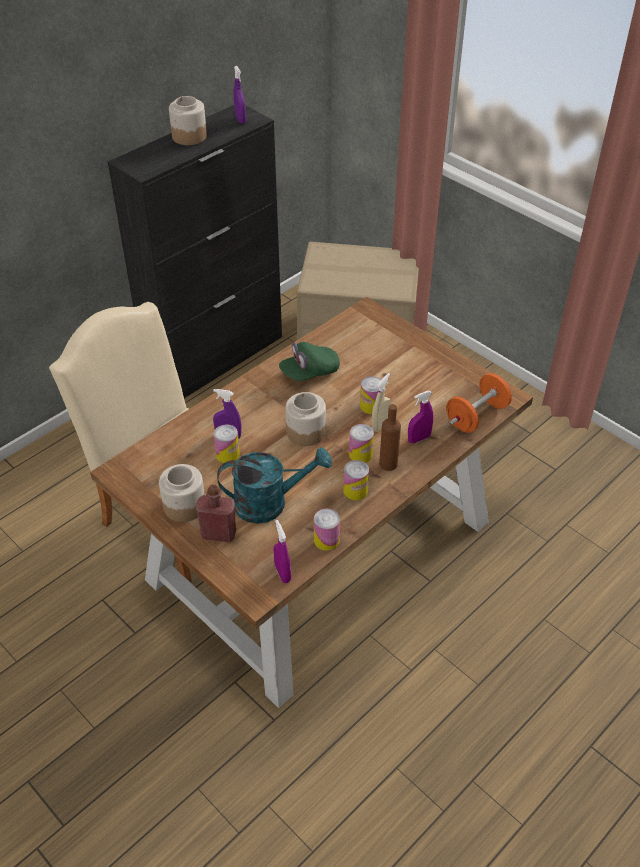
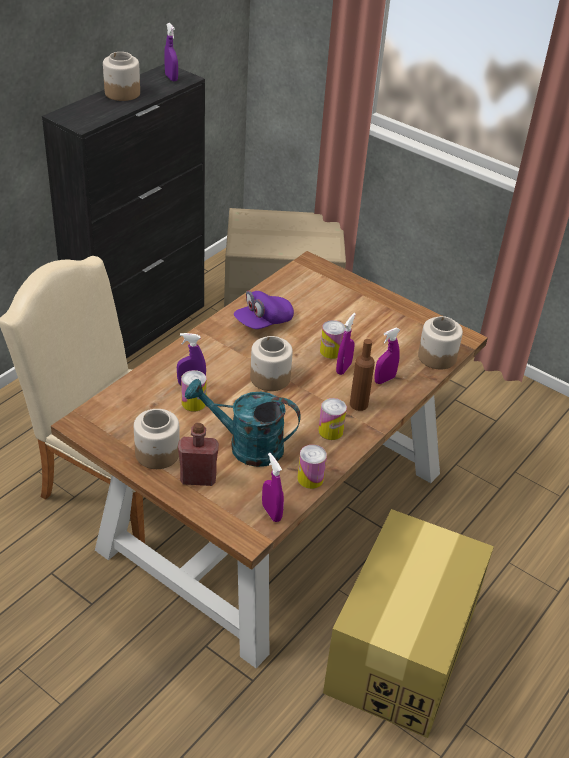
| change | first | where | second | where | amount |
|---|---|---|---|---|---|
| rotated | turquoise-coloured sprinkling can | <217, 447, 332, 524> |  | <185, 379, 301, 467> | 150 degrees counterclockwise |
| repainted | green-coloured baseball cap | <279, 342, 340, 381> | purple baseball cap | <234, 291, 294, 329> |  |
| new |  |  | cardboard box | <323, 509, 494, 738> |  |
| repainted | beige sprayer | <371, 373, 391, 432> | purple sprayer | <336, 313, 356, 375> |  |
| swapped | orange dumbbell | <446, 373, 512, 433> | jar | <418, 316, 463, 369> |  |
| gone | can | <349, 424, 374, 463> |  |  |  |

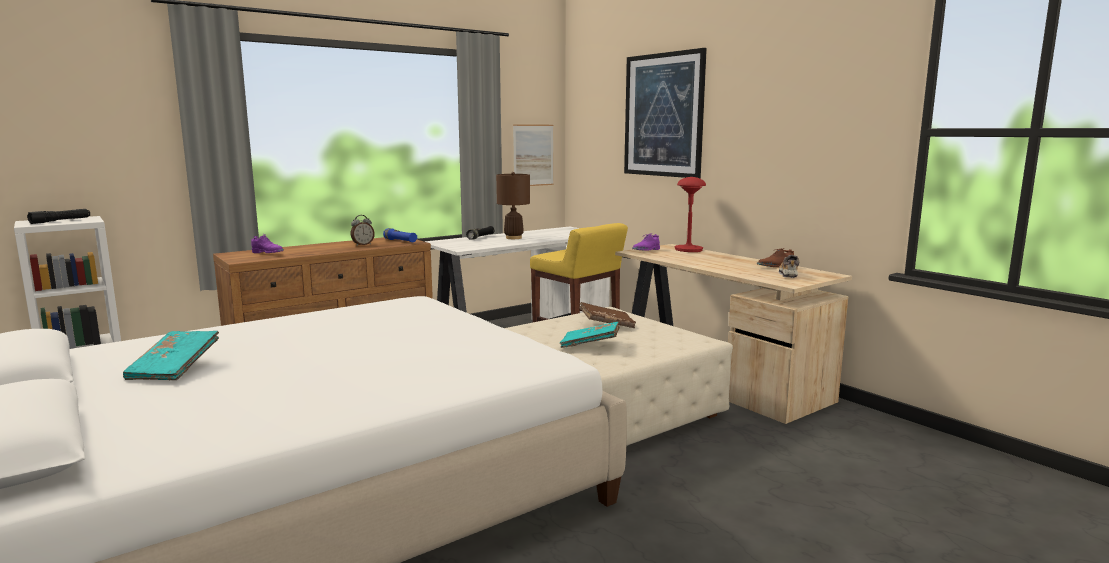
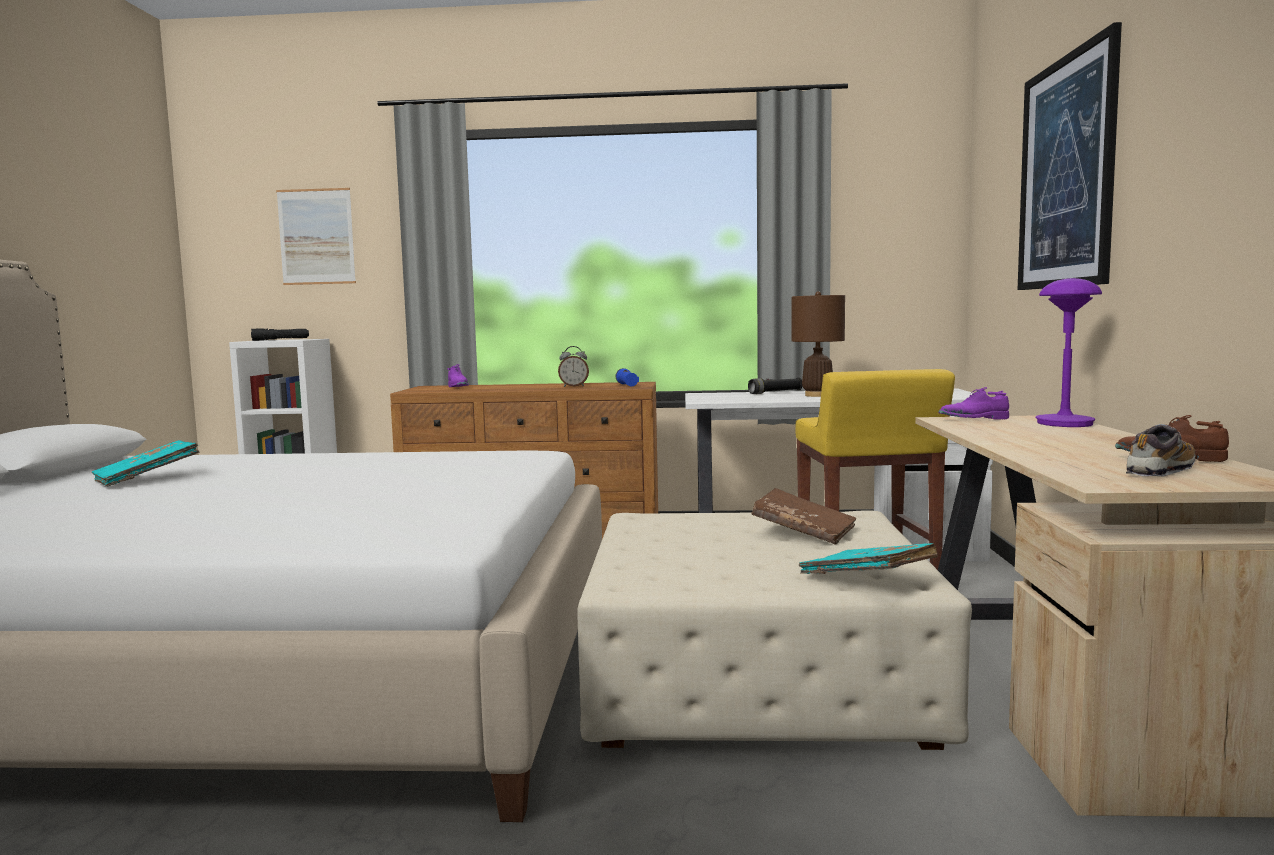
| change | first | where | second | where | amount |
|---|---|---|---|---|---|
| shifted | wall picture | <513, 124, 554, 186> |  | <276, 188, 356, 285> |  |
| shifted | turquoise-coloured bound book | <560, 322, 620, 348> |  | <799, 543, 938, 574> |  |
| repainted | red-coloured lamp for a table | <674, 177, 706, 252> | purple lamp for a table | <1035, 278, 1102, 427> |  |

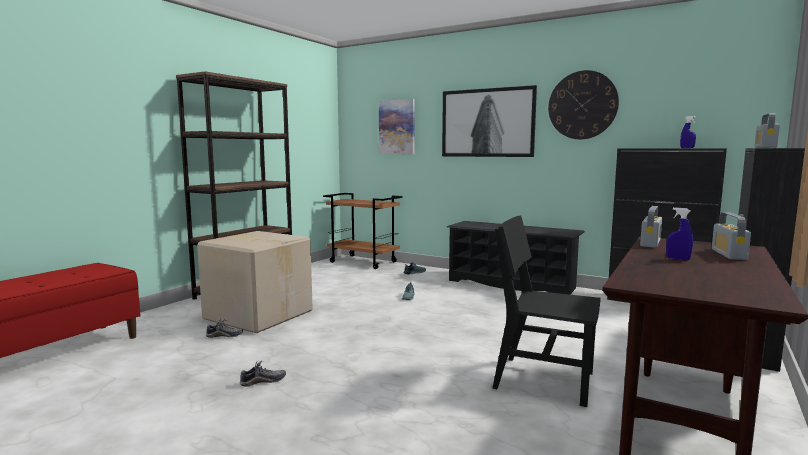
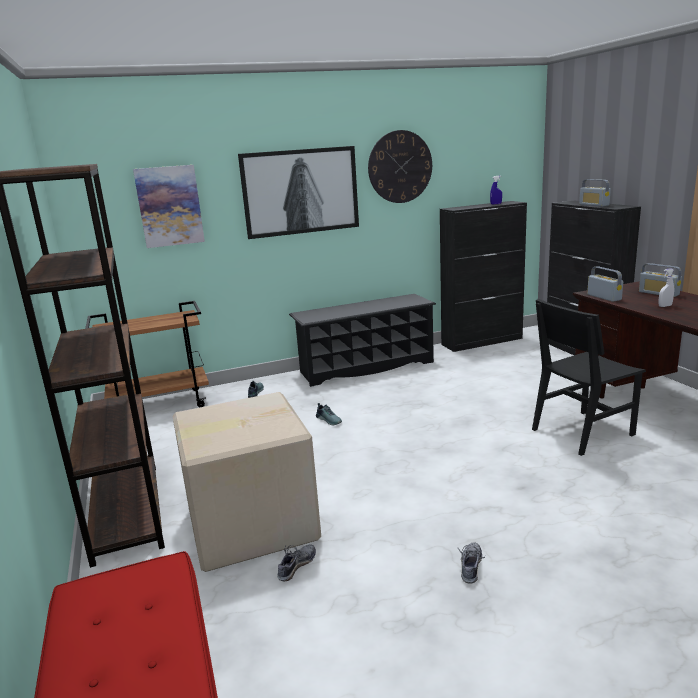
| change | first | where | second | where | amount |
|---|---|---|---|---|---|
| repainted | blue sprayer | <666, 207, 693, 261> | whitish sprayer | <658, 268, 674, 307> |  |

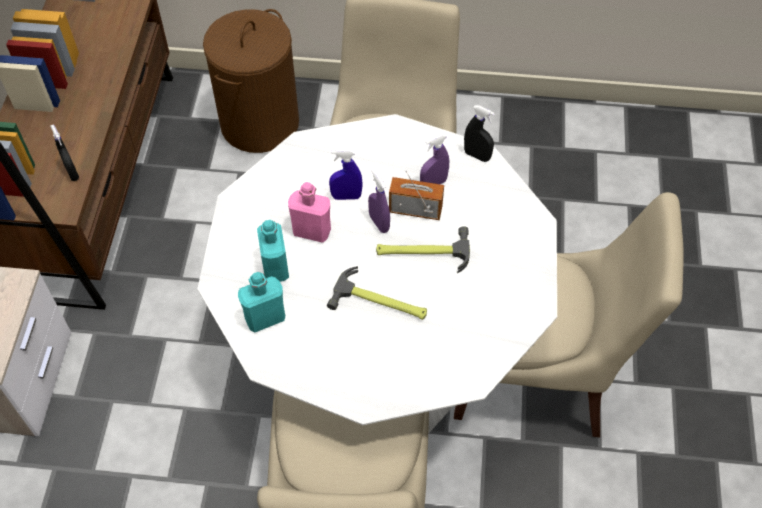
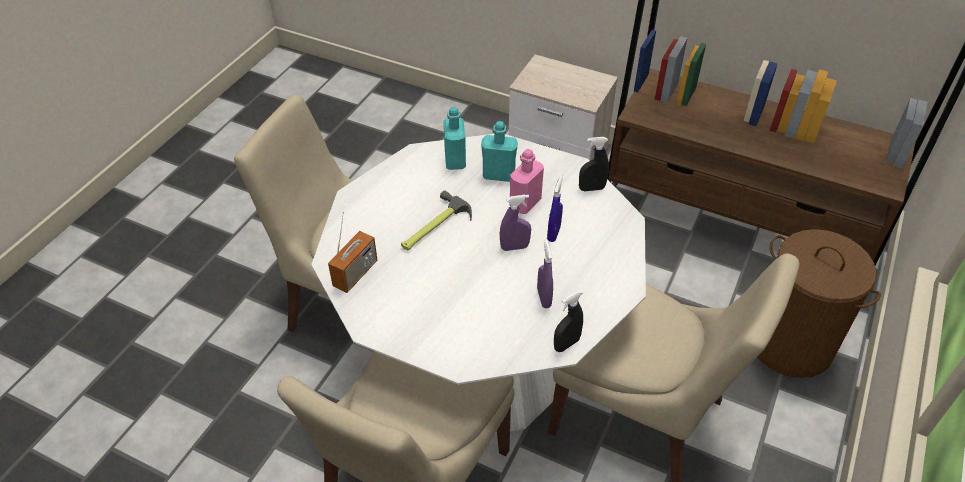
| change | first | where | second | where | amount |
|---|---|---|---|---|---|
| shifted | radio receiver | <389, 171, 444, 220> |  | <328, 212, 377, 293> |  |
| shifted | black-coloured sprayer | <50, 124, 79, 181> |  | <579, 137, 609, 191> |  |
| gone | hammer | <376, 226, 470, 273> |  |  |  |

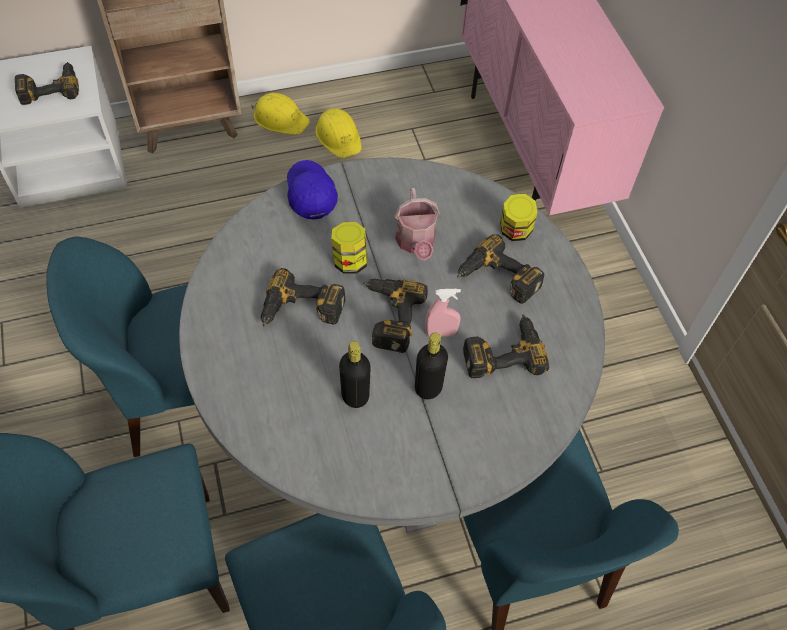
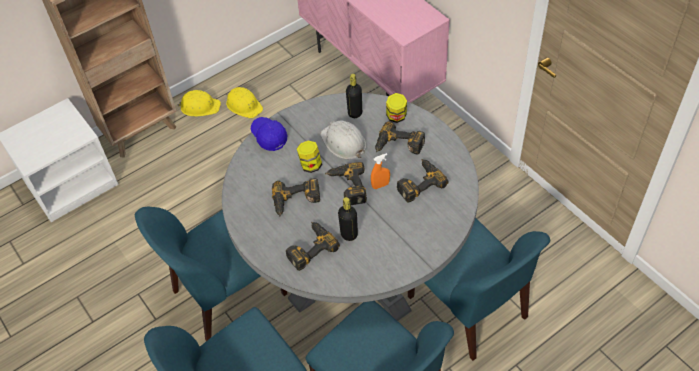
| change | first | where | second | where | amount |
|---|---|---|---|---|---|
| shifted | electric drill | <15, 62, 79, 105> |  | <286, 222, 340, 271> |  |
| swapped | sprinkling can | <394, 188, 440, 261> | whitish work helmet | <320, 120, 366, 159> |  |
| shifted | black-coloured bottle | <415, 333, 448, 399> |  | <346, 74, 362, 118> |  |
| repainted | pink-coloured sprayer | <425, 289, 461, 337> | orange sprayer | <371, 153, 390, 189> |  |

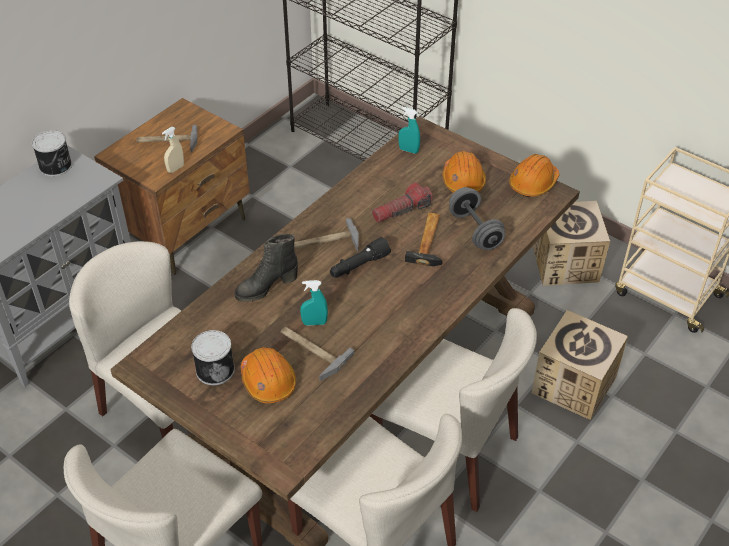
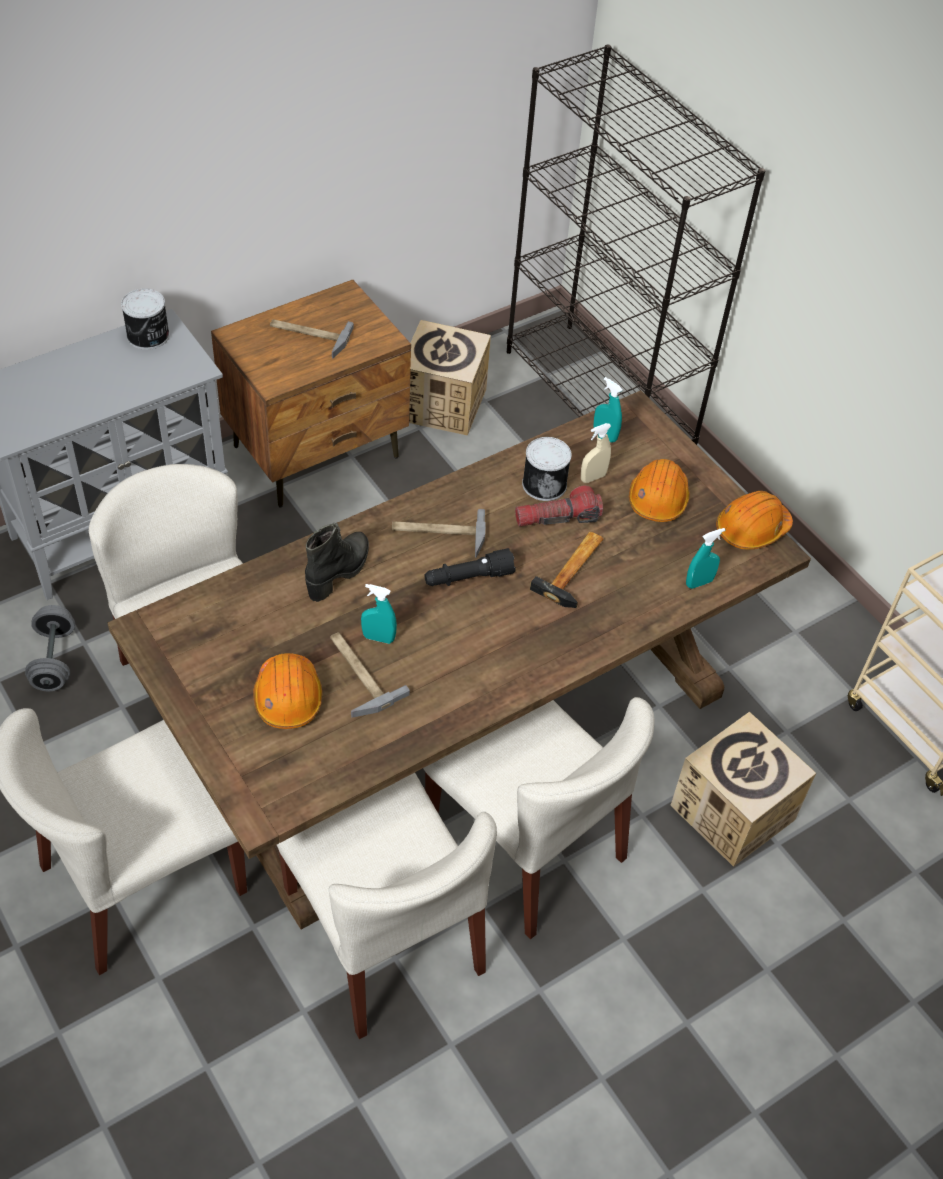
| change | first | where | second | where | amount |
|---|---|---|---|---|---|
| shifted | gray dumbbell | <449, 187, 505, 250> |  | <25, 605, 75, 691> |  |
| rotated | black-coloured high-top boot | <235, 234, 298, 302> |  | <305, 523, 369, 602> | 135 degrees clockwise |
| shifted | cardboard box | <533, 201, 610, 286> |  | <409, 320, 491, 436> |  |
| shifted | can | <191, 330, 235, 385> |  | <522, 437, 572, 501> |  |
| shifted | beige sprayer | <162, 127, 184, 173> |  | <581, 423, 611, 483> |  |
| new |  |  | turquoise-coloured sprayer | <686, 528, 725, 589> |  |

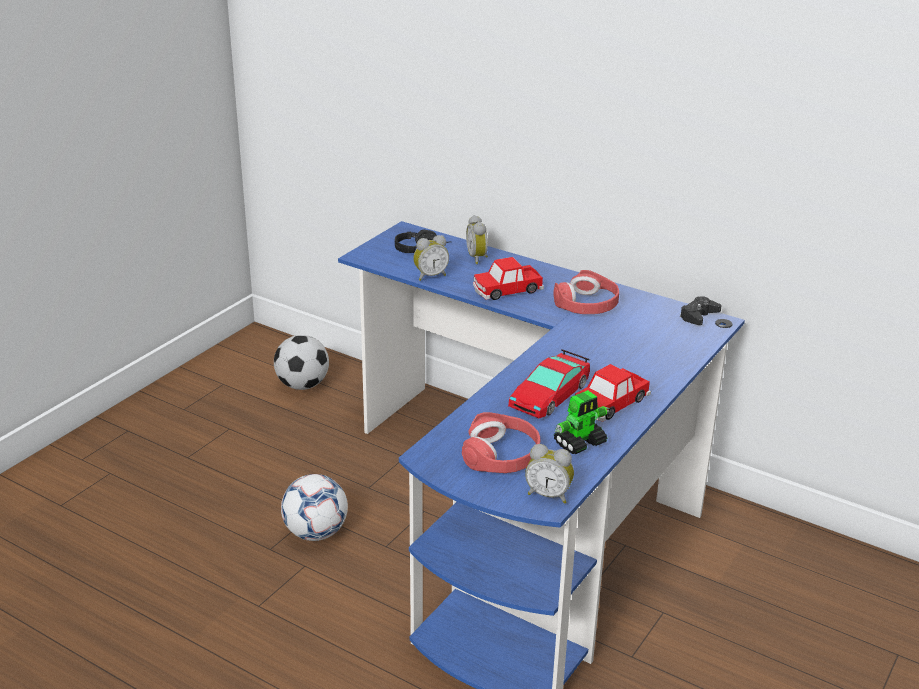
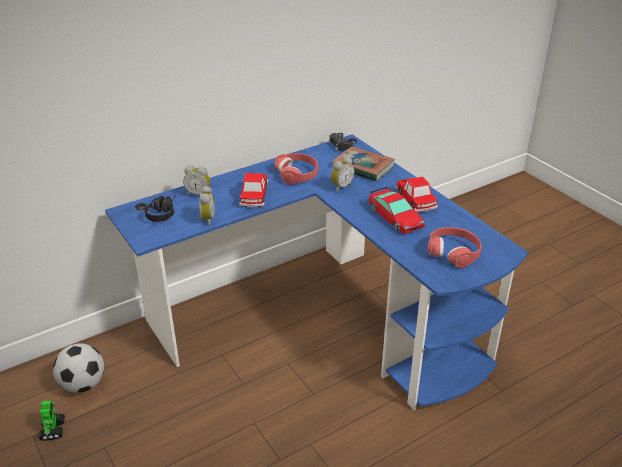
| change | first | where | second | where | amount |
|---|---|---|---|---|---|
| shifted | robot figure | <554, 390, 610, 454> |  | <39, 401, 65, 441> |  |
| shifted | alarm clock | <525, 444, 574, 504> |  | <330, 157, 355, 192> |  |
| new |  |  | bound book | <332, 146, 395, 182> |  |
| gone | football ball | <281, 474, 348, 541> |  |  |  |

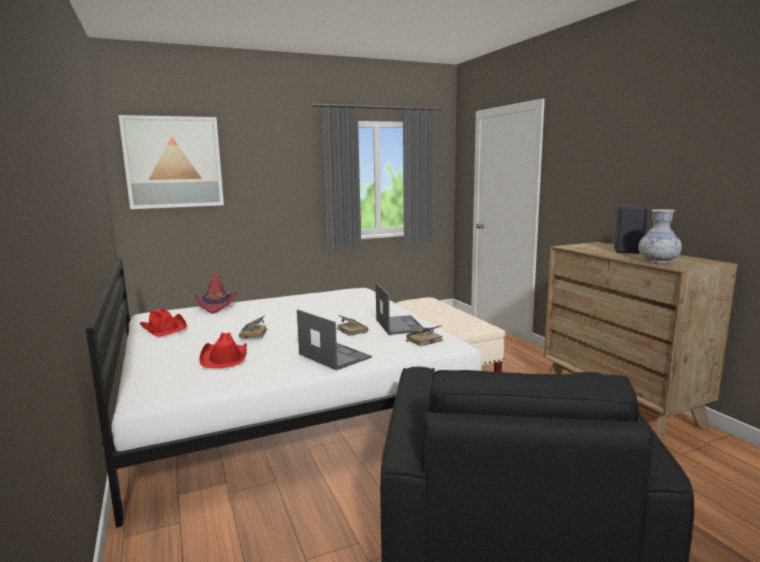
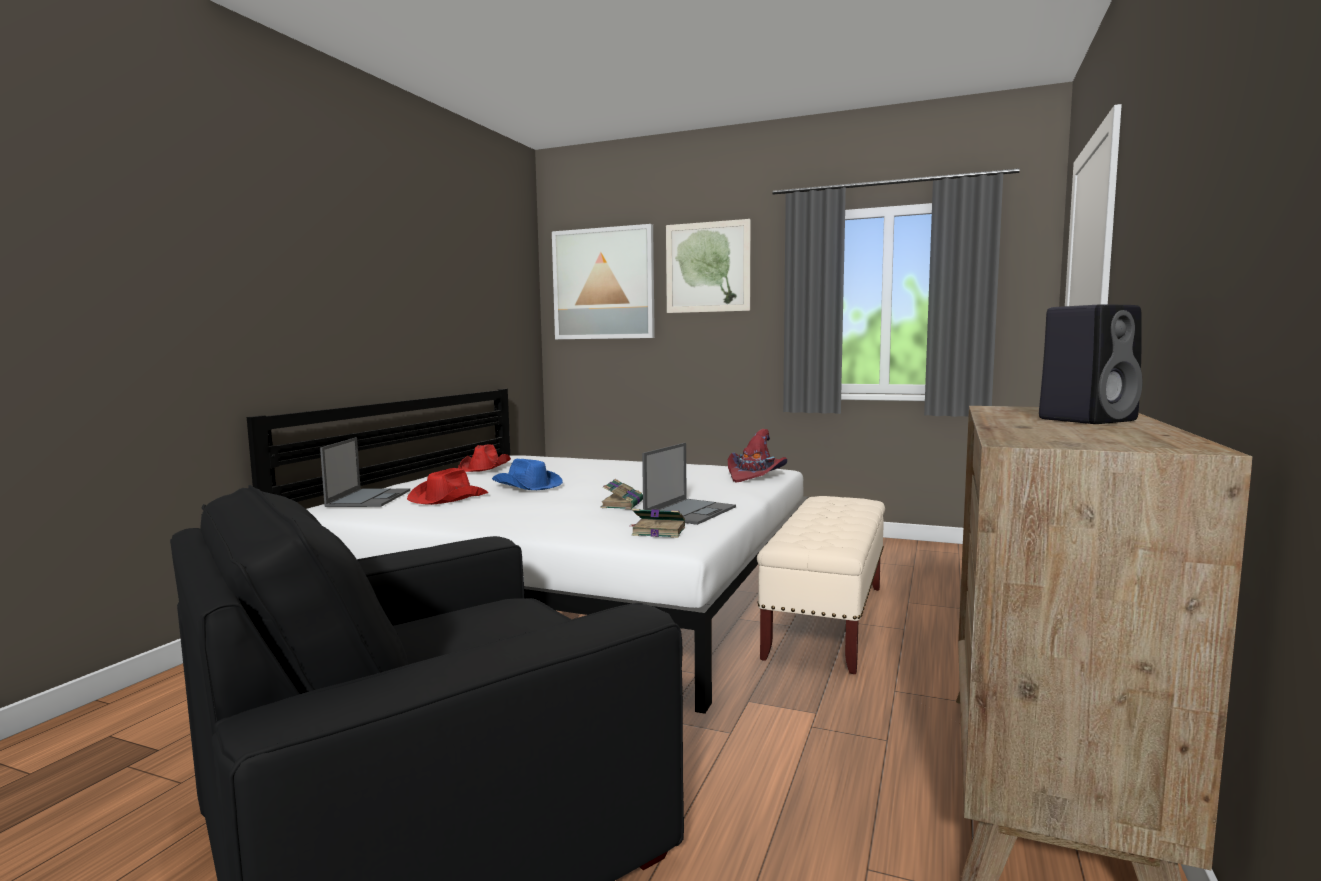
| change | first | where | second | where | amount |
|---|---|---|---|---|---|
| shifted | laptop | <297, 310, 372, 370> |  | <320, 437, 410, 507> |  |
| swapped | bound book | <239, 316, 267, 339> | blue clothing hat | <492, 459, 563, 490> |  |
| new |  |  | wall picture | <666, 219, 751, 313> |  |
| shifted | red-coloured clothing hat | <195, 273, 238, 314> |  | <728, 429, 787, 482> |  |
| gone | flower vase | <638, 209, 682, 263> |  |  |  |

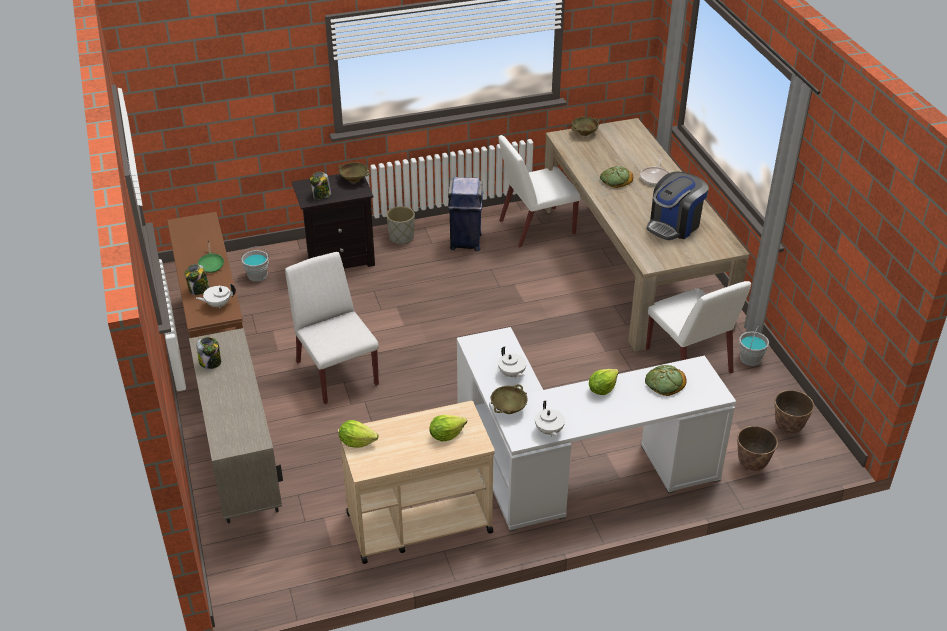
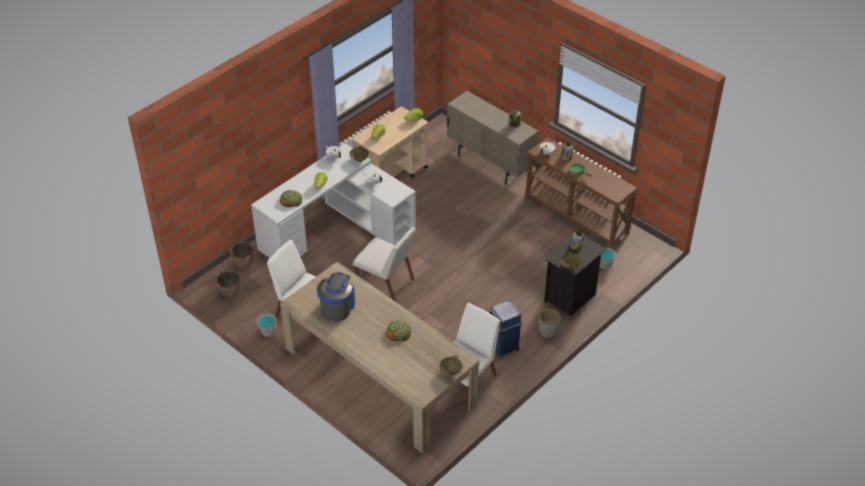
| change | first | where | second | where | amount |
|---|---|---|---|---|---|
| shifted | whitish chair | <285, 252, 379, 404> |  | <353, 227, 415, 302> |  |
| gone | skillet | <640, 158, 669, 186> |  |  |  |

